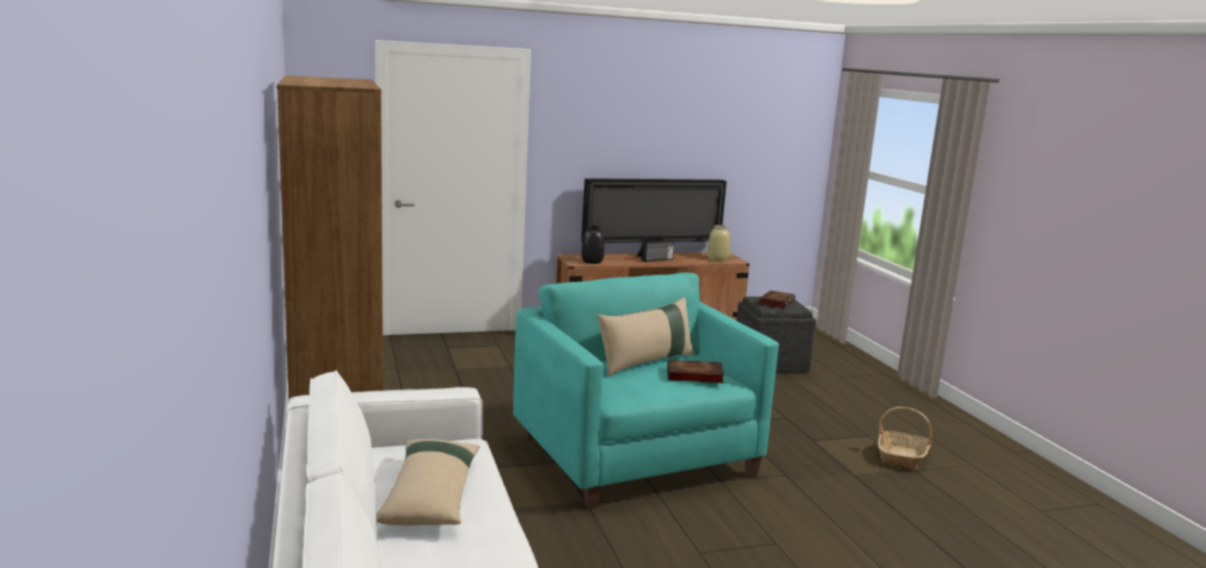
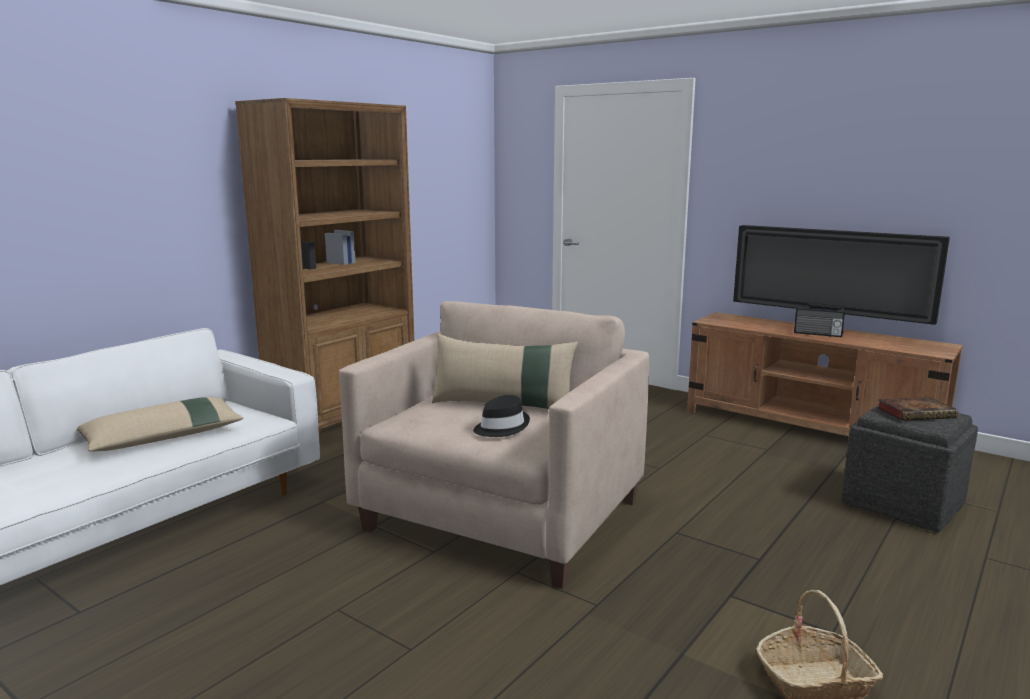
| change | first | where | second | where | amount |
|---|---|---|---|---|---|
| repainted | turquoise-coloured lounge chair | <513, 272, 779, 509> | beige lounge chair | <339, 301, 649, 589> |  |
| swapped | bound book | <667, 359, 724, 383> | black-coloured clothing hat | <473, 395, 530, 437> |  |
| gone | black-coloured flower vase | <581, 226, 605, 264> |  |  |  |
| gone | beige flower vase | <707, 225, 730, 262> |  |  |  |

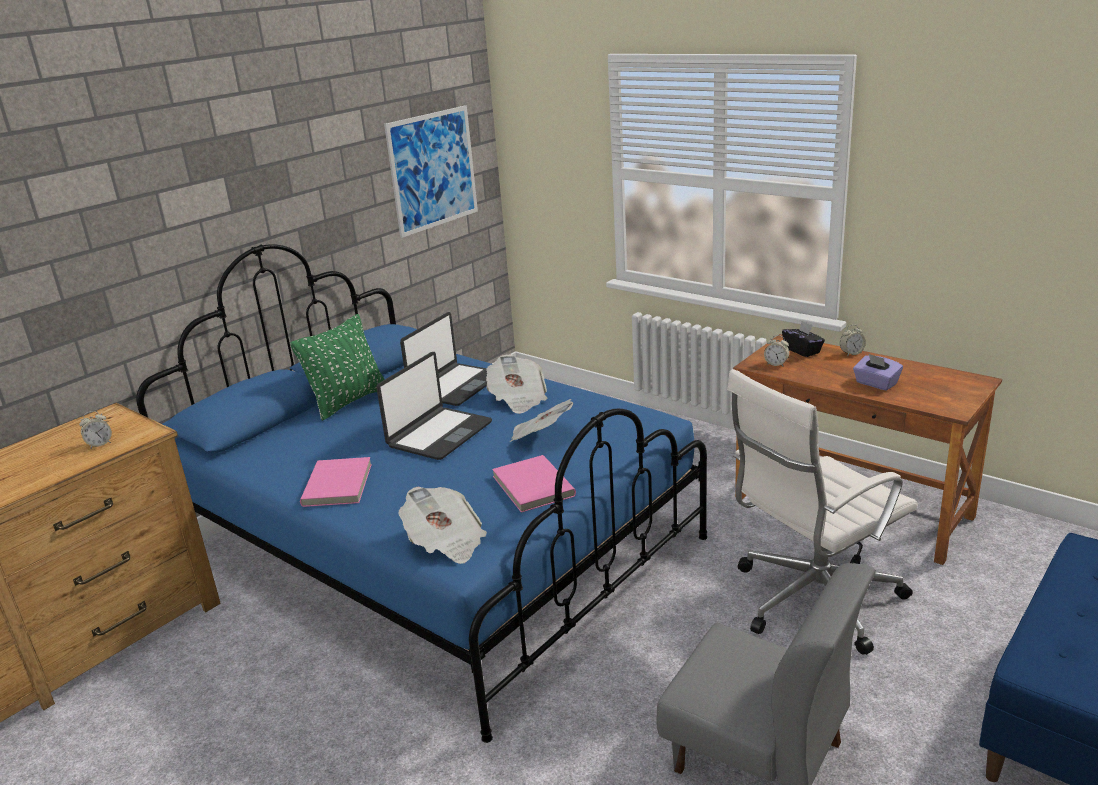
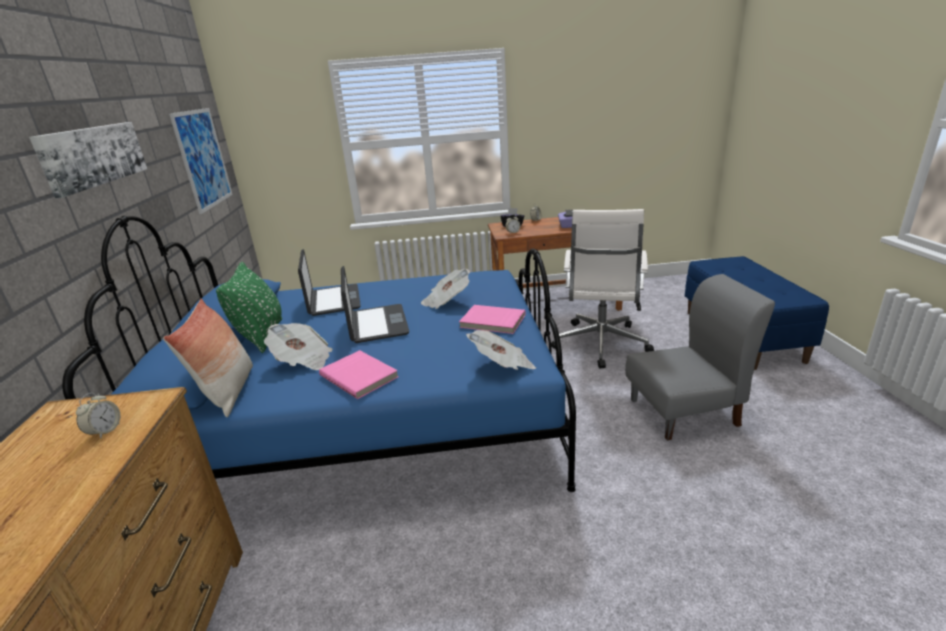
| change | first | where | second | where | amount |
|---|---|---|---|---|---|
| new |  |  | wall picture | <29, 122, 147, 198> |  |
| new |  |  | pillow | <163, 298, 253, 417> |  |
| shifted | daily paper | <486, 354, 548, 414> |  | <264, 323, 333, 370> |  |

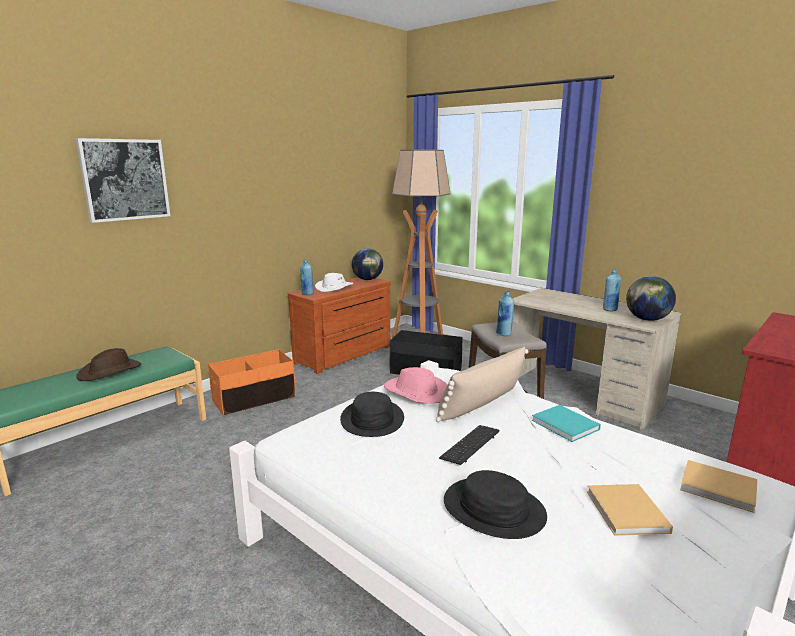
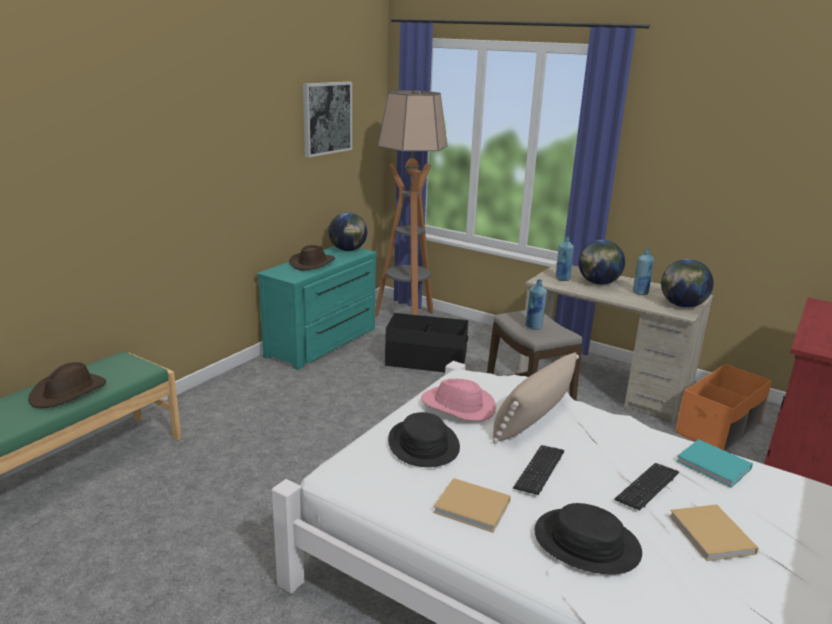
| change | first | where | second | where | amount |
|---|---|---|---|---|---|
| repainted | brown-coloured chest of drawers | <288, 277, 391, 374> | turquoise-coloured chest of drawers | <257, 246, 377, 370> |  |
| repainted | whitish clothing hat | <315, 273, 353, 292> | brown-coloured clothing hat | <289, 245, 335, 271> |  |
| shifted | wall picture | <76, 138, 170, 223> |  | <303, 82, 352, 157> |  |
| shifted | beige bound book | <680, 460, 757, 513> |  | <433, 478, 511, 533> |  |
| shifted | blue bottle | <300, 259, 314, 295> |  | <556, 237, 574, 281> |  |
| new |  |  | globe | <579, 240, 625, 285> |  |
| new |  |  | keyboard | <614, 463, 679, 510> |  |
| shifted | orange storage box | <208, 349, 296, 415> |  | <675, 364, 771, 451> |  |
| shifted | turquoise-coloured bound book | <532, 405, 601, 442> |  | <676, 439, 753, 488> |  |

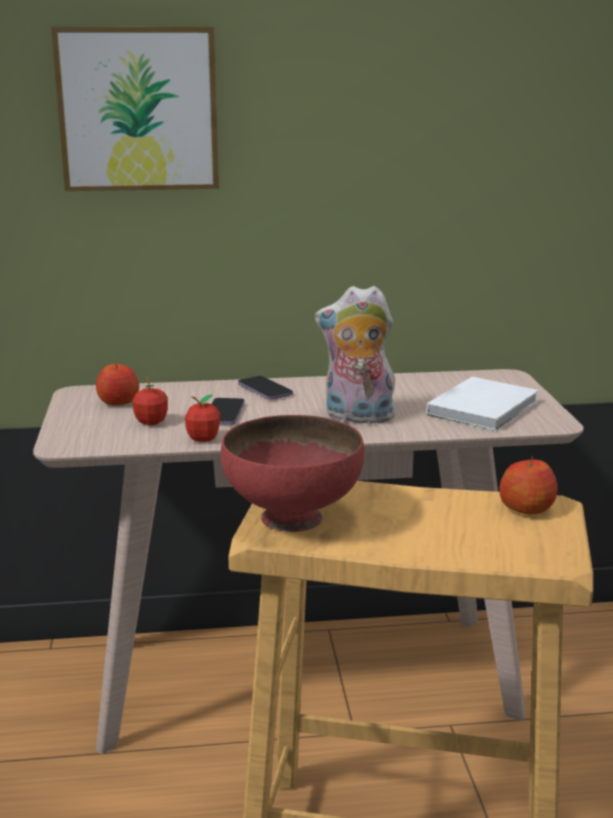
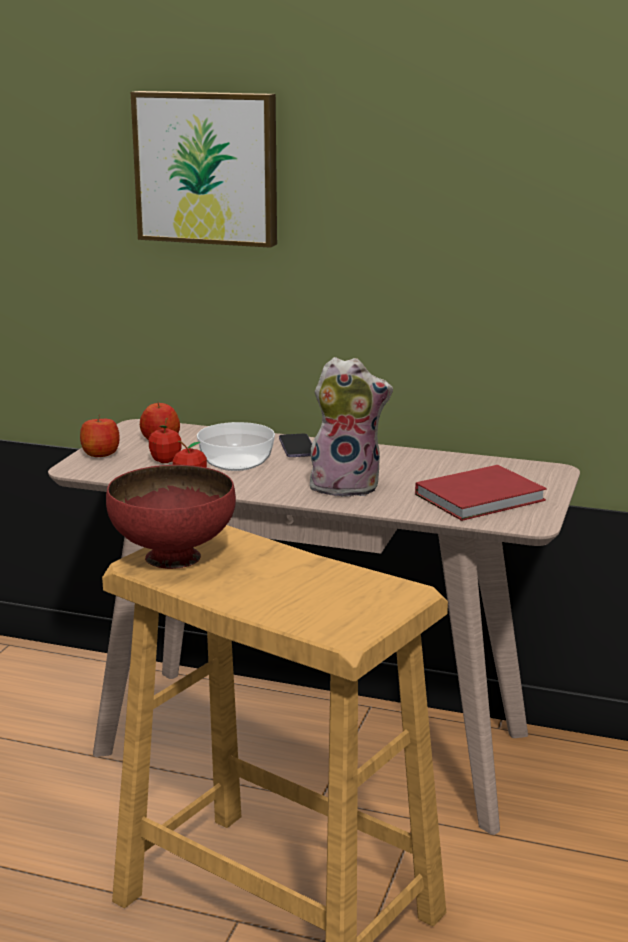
| change | first | where | second | where | amount |
|---|---|---|---|---|---|
| shifted | apple fruit | <499, 456, 558, 514> |  | <80, 414, 120, 457> |  |
| swapped | phone | <212, 398, 245, 425> | deep dish | <197, 422, 275, 471> |  |
| rotated | soft toy | <315, 286, 397, 423> |  | <308, 357, 393, 497> | 150 degrees clockwise |
| repainted | whitish bound book | <426, 377, 539, 431> | red-coloured bound book | <415, 465, 547, 521> |  |

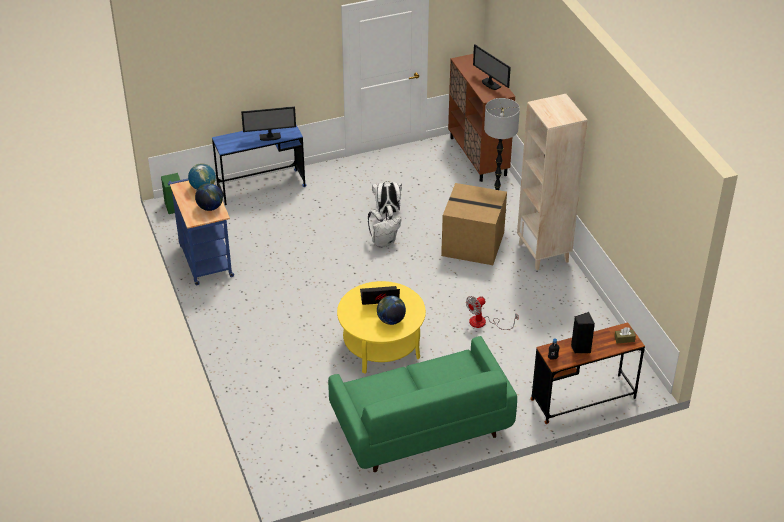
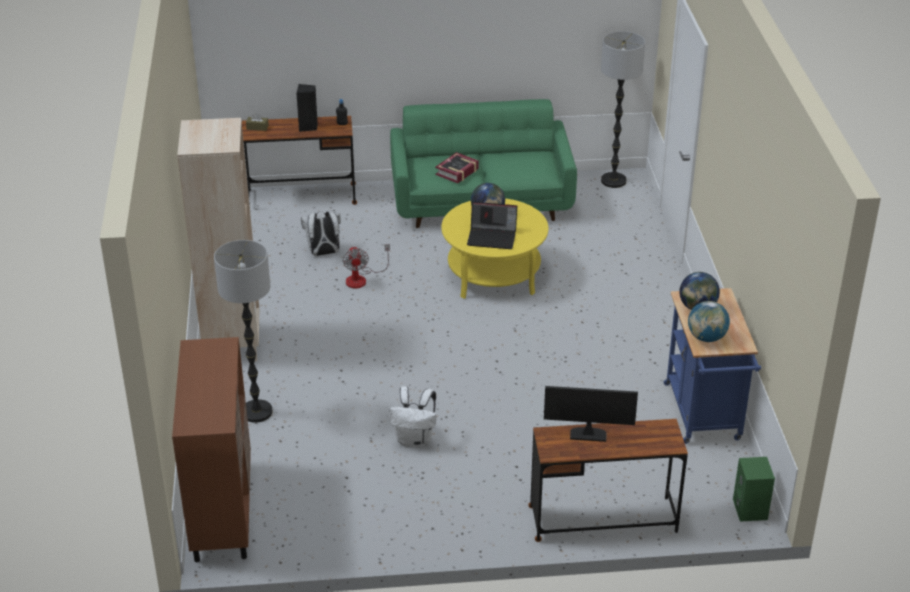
| change | first | where | second | where | amount |
|---|---|---|---|---|---|
| shifted | whitish knapsack | <368, 205, 401, 248> |  | <301, 211, 341, 256> |  |
| rotated | electric fan | <466, 296, 519, 330> |  | <343, 244, 390, 288> | 105 degrees clockwise |
| new |  |  | bound book | <435, 152, 479, 184> |  |
| repainted | blue desk table | <212, 125, 306, 205> | brown-coloured desk table | <528, 419, 688, 542> |  |
| new |  |  | standing lamp | <601, 31, 645, 188> |  |
| gone | cardboard box | <441, 183, 507, 265> |  |  |  |
| gone | computer display | <473, 44, 511, 90> |  |  |  |

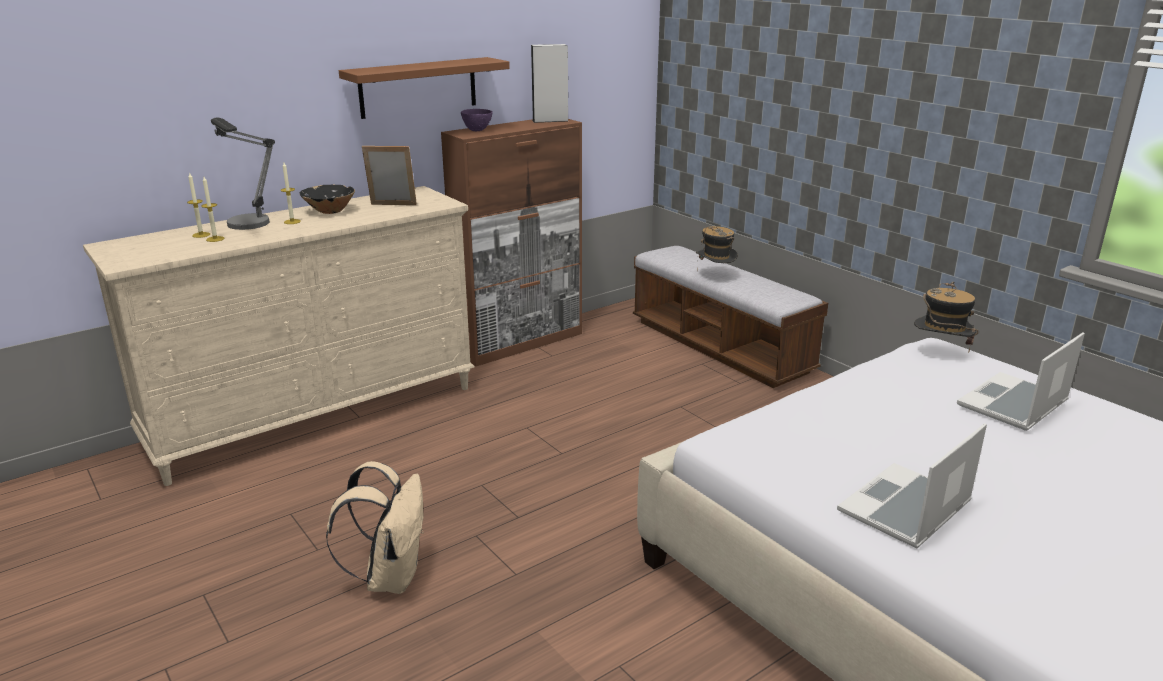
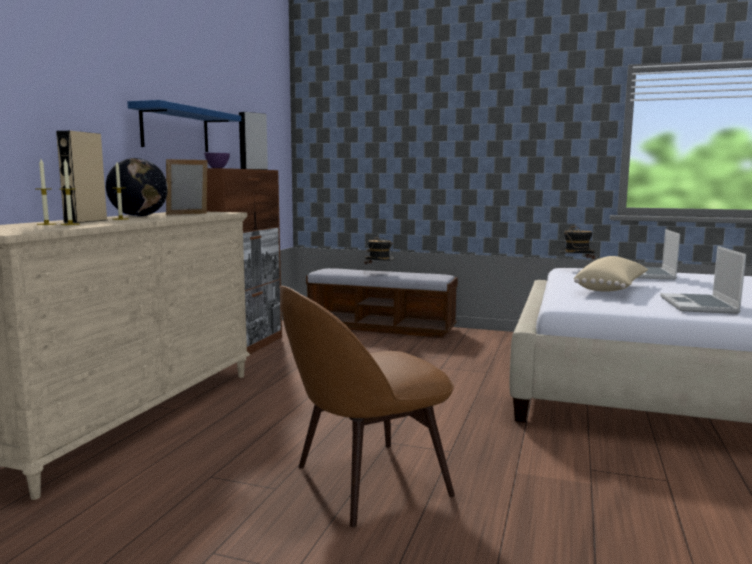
| change | first | where | second | where | amount |
|---|---|---|---|---|---|
| swapped | lamp for a table | <211, 118, 275, 230> | beige speaker | <56, 131, 107, 223> |  |
| swapped | black-coloured deep dish | <300, 184, 355, 214> | globe | <106, 158, 168, 217> |  |
| repainted | brown-coloured shelf | <339, 57, 510, 119> | blue shelf | <128, 100, 241, 152> |  |
| swapped | beige knapsack | <326, 461, 424, 594> | brown-coloured chair | <279, 286, 455, 527> |  |
| new |  |  | beige pillow | <574, 256, 648, 292> |  |

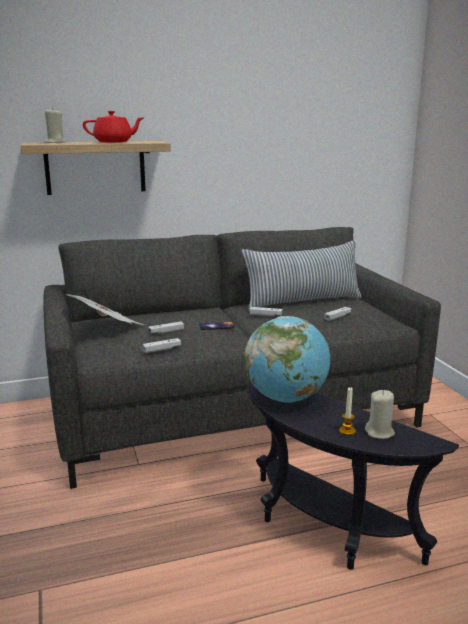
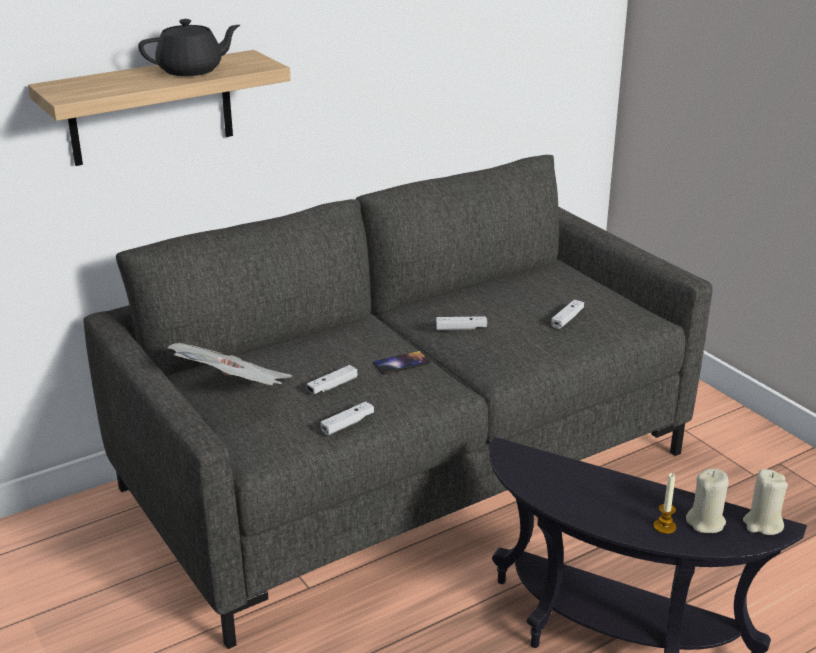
| change | first | where | second | where | amount |
|---|---|---|---|---|---|
| repainted | red-coloured tea pot | <83, 111, 143, 142> | black-coloured tea pot | <138, 19, 240, 76> |  |
| shifted | beige candle | <44, 108, 67, 143> |  | <743, 469, 788, 535> |  |
| gone | pillow | <242, 240, 361, 310> |  |  |  |
| gone | globe | <244, 316, 330, 403> |  |  |  |

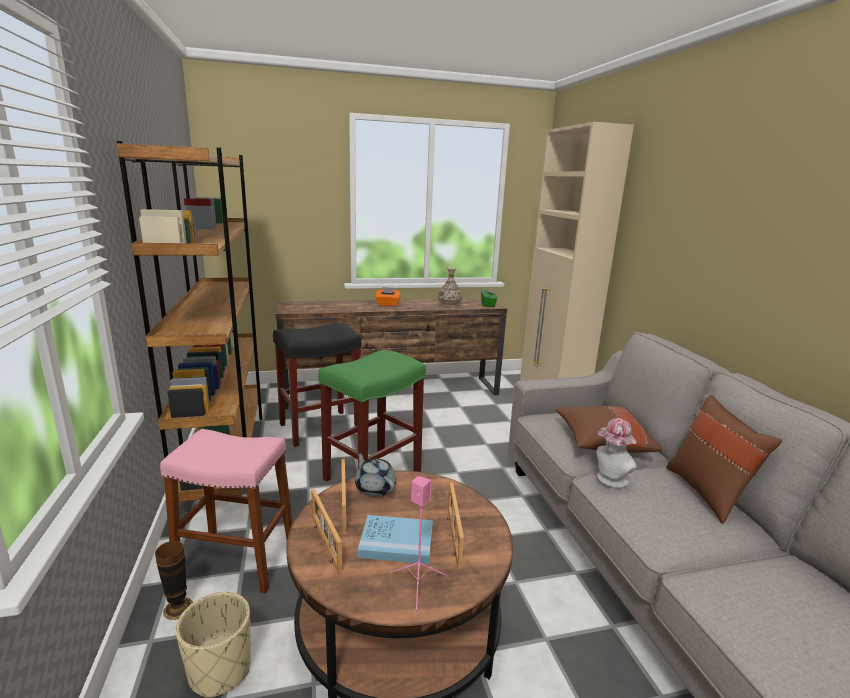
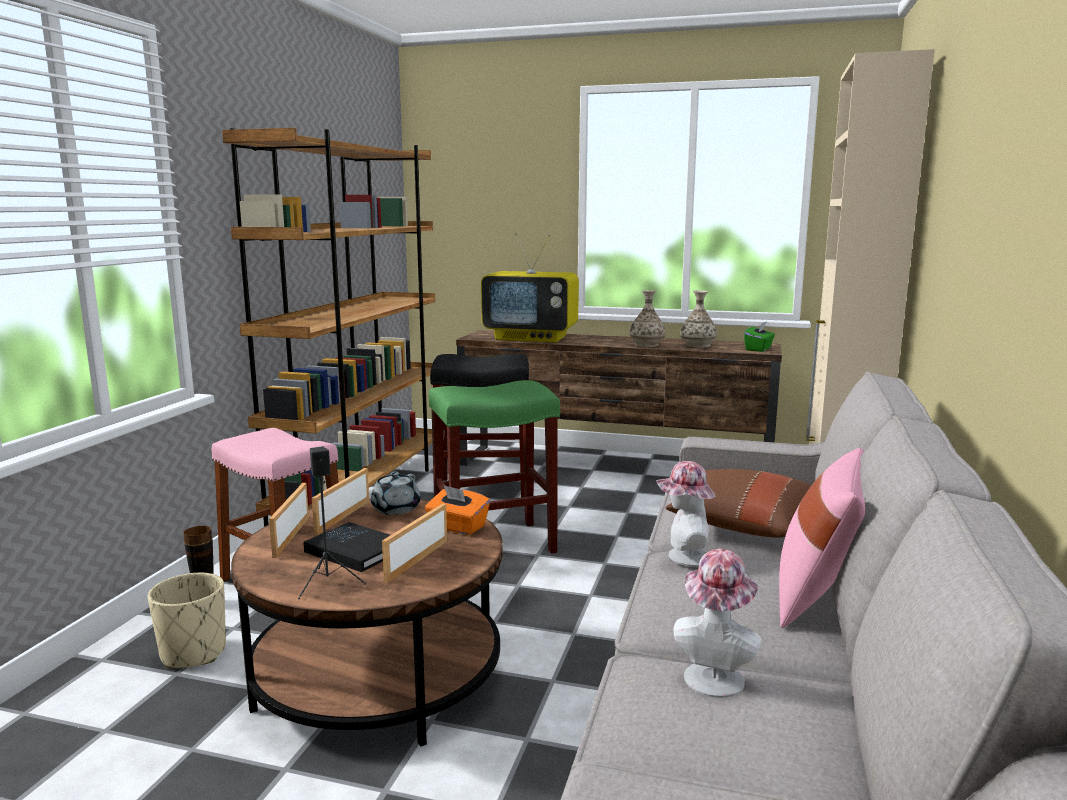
| change | first | where | second | where | amount |
|---|---|---|---|---|---|
| repainted | pink-coloured speaker | <391, 476, 447, 614> | black-coloured speaker | <298, 446, 366, 599> |  |
| repainted | blue bound book | <358, 515, 433, 564> | black-coloured bound book | <303, 522, 390, 572> |  |
| rotated | gray tea pot | <355, 451, 396, 497> |  | <371, 472, 421, 515> | 150 degrees counterclockwise |
| shifted | orange box of tissues | <376, 287, 400, 307> |  | <425, 485, 490, 535> |  |
| new |  |  | television | <481, 233, 579, 343> |  |
| new |  |  | flower vase | <630, 290, 666, 347> |  |
| new |  |  | clothing hat | <673, 549, 762, 698> |  |
| repainted | brown-coloured pillow | <666, 395, 782, 524> | pink-coloured pillow | <779, 448, 865, 628> |  |

